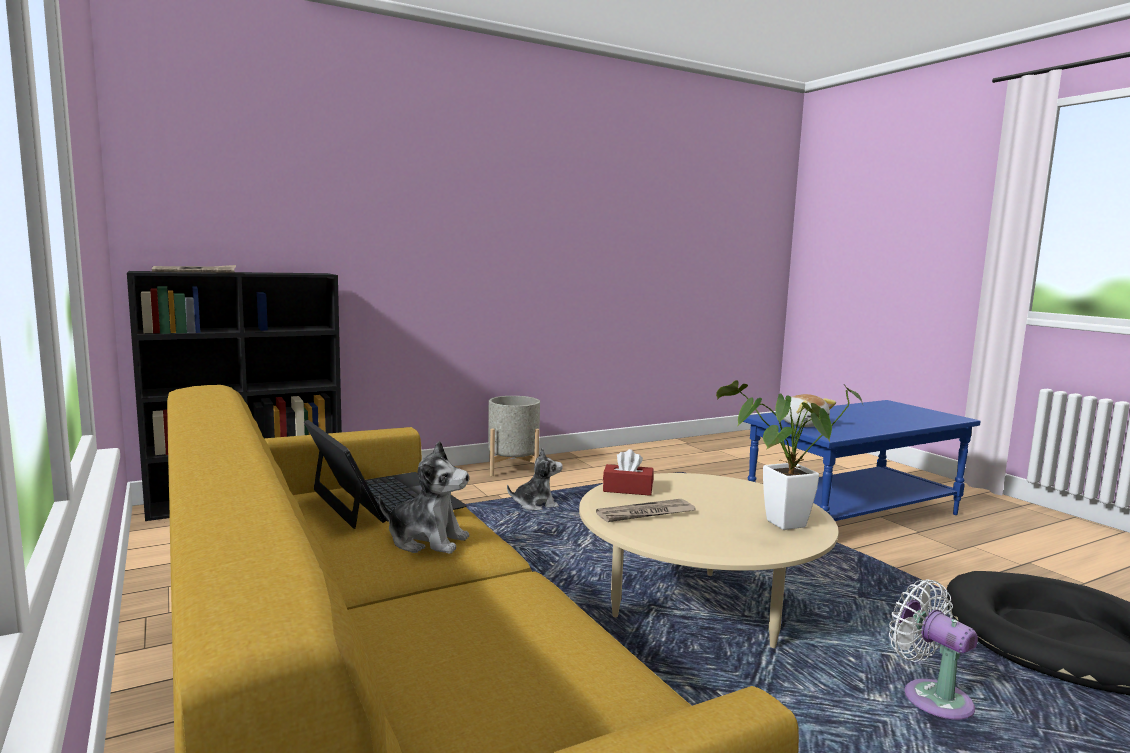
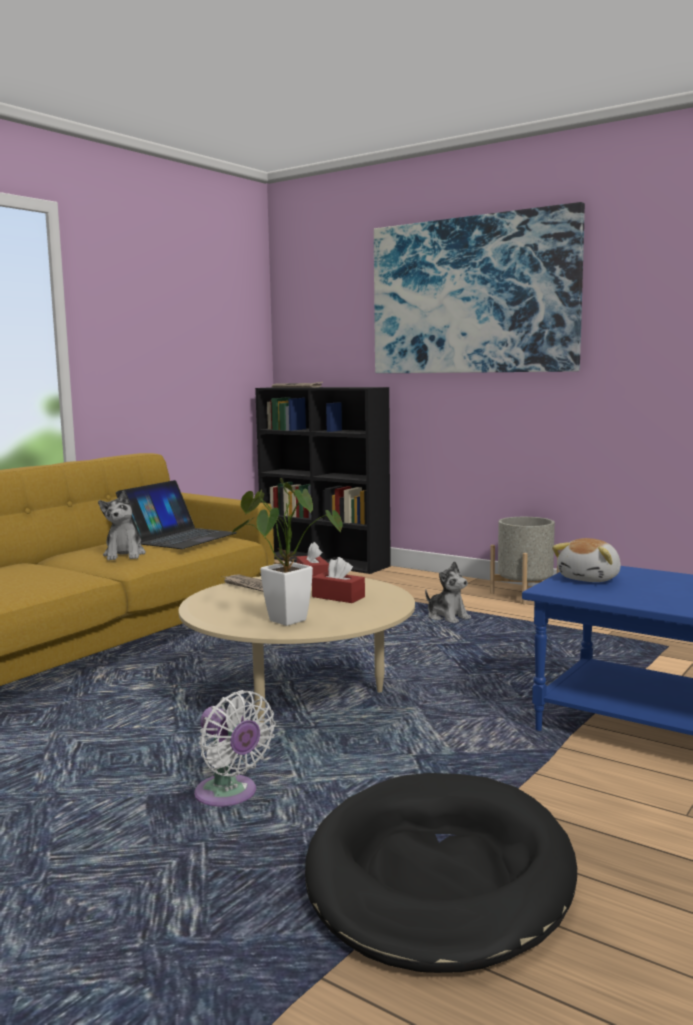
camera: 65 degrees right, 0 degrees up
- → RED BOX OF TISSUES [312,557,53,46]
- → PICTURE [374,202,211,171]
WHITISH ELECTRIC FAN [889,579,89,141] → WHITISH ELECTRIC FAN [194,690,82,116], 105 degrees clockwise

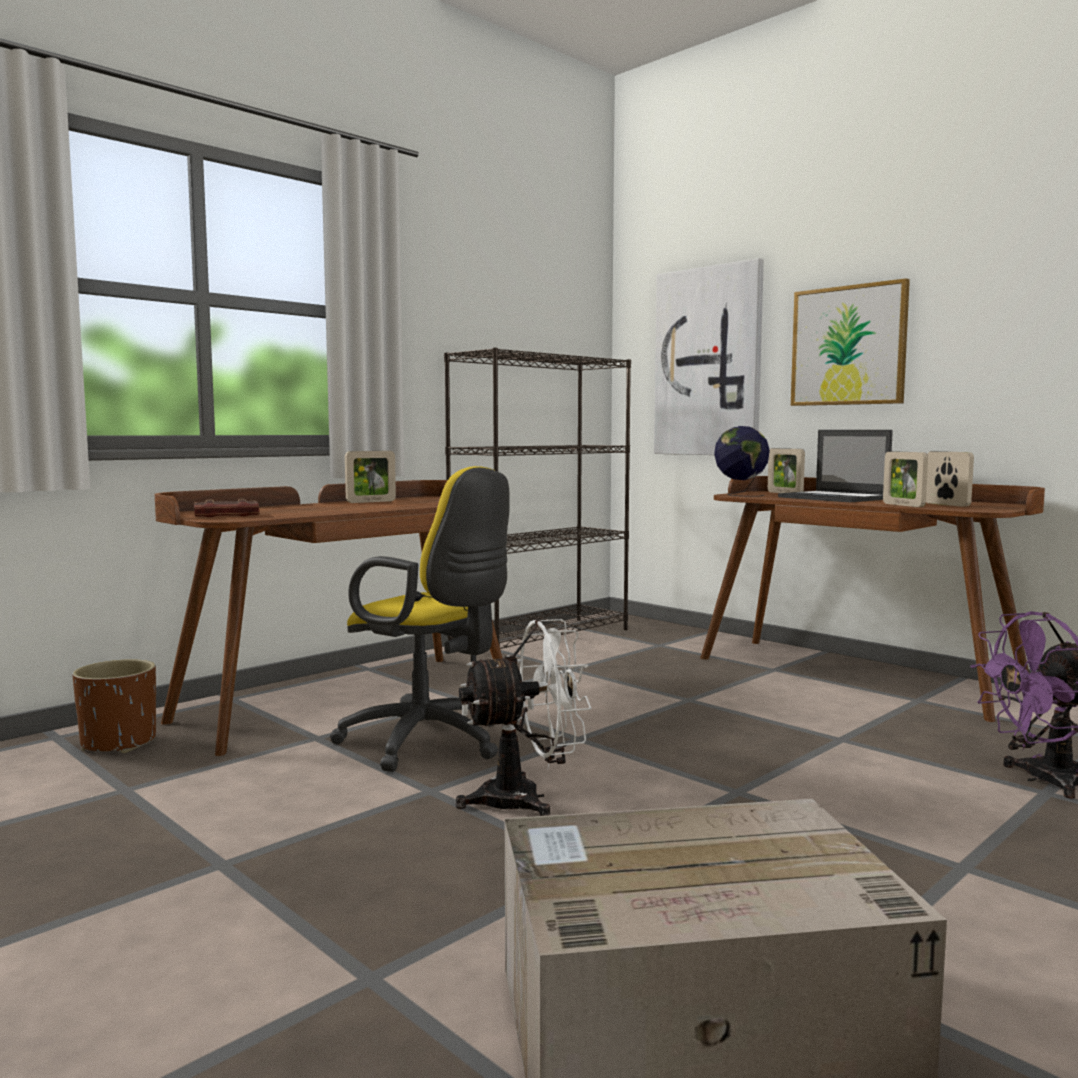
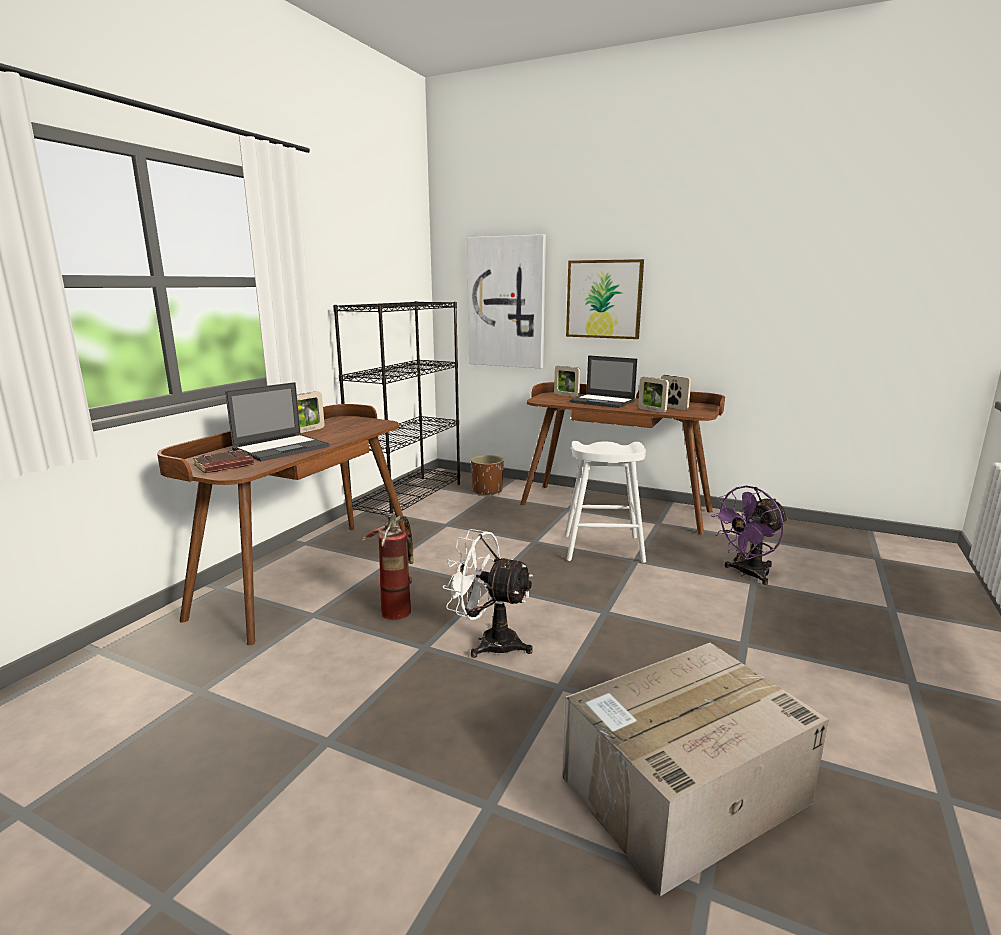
camera: 20 degrees left, 10 degrees up
WORLD GLOBE [714,426,56,71] → -
- → PORTABLE COMPUTER [225,382,105,80]
- → WHITISH STOOL SEAT [564,441,82,122]
BROWN PLANTER [72,659,84,94] → BROWN PLANTER [471,455,33,41], move
YELLOW-COLOURED DESK CHAIR [330,466,180,306] → EXTINGUISHER [362,513,52,107]
WHITISH ELECTRIC FAN [456,619,135,197] → WHITISH ELECTRIC FAN [443,529,90,129], 120 degrees counterclockwise

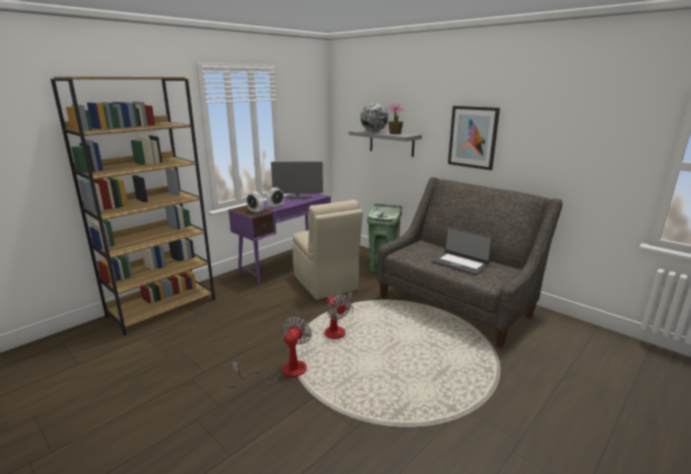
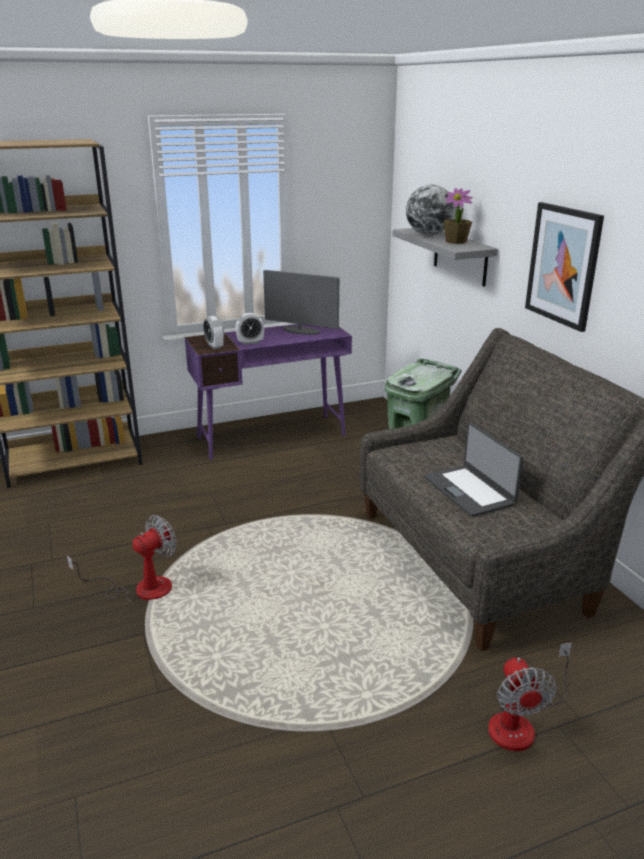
camera: 25 degrees right, 5 degrees up
BEIGE-COLOURED UPRIGHT CHAIR [292,200,71,100] → -
ELECTRIC FAN [324,292,29,47] → ELECTRIC FAN [488,643,84,108], move

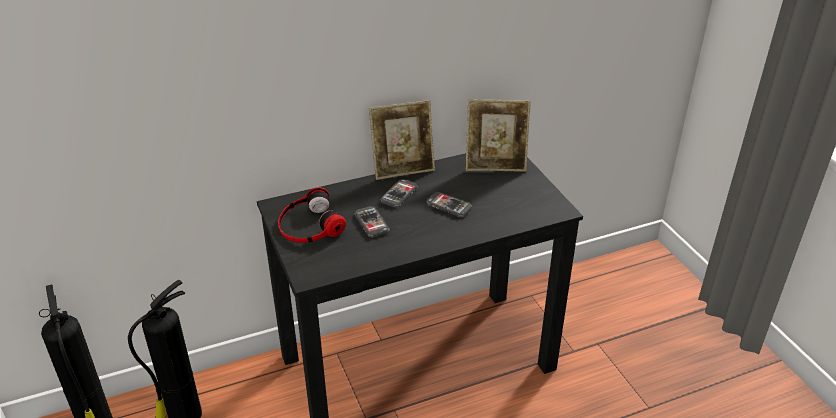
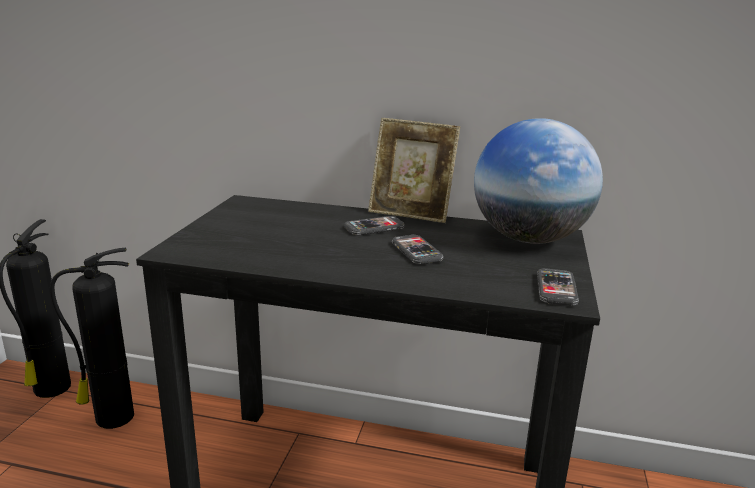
camera: 35 degrees right, 15 degrees down
PAIR OF HEADPHONES [278,187,68,56] → -
PHONE [354,206,36,31] → PHONE [537,268,42,38], move
PICTURE FRAME [466,99,65,73] → WORLD GLOBE [474,118,129,126]

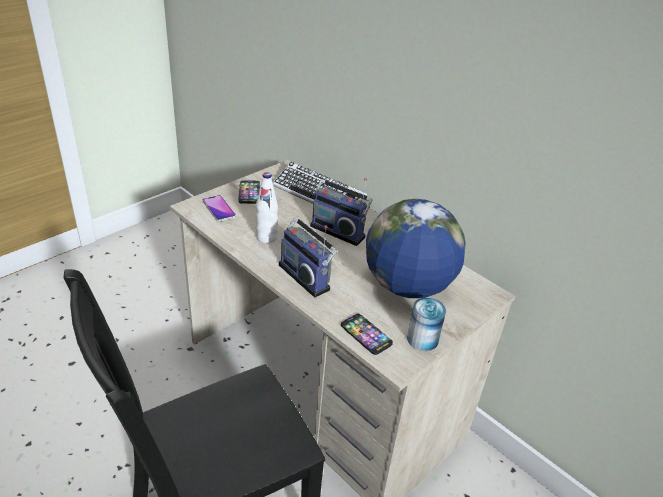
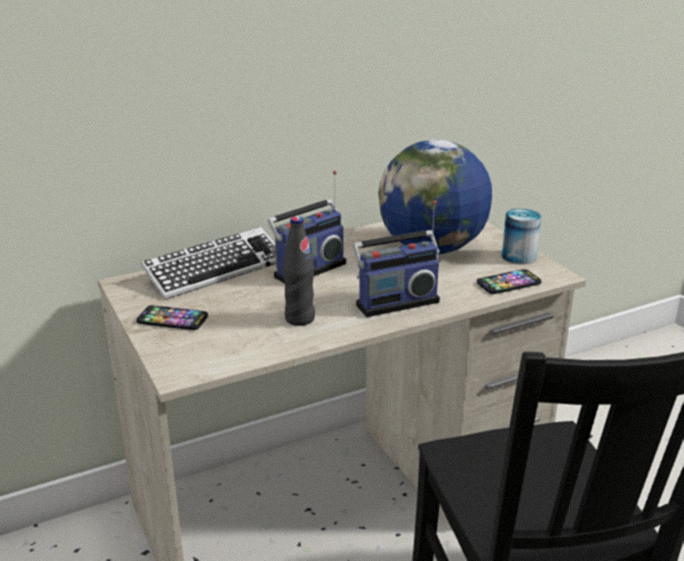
camera: 70 degrees left, 10 degrees down
PHONE [203,195,33,26] → -
WHITISH BOTTLE [256,172,22,71] → BLACKISH BOTTLE [283,216,32,110]

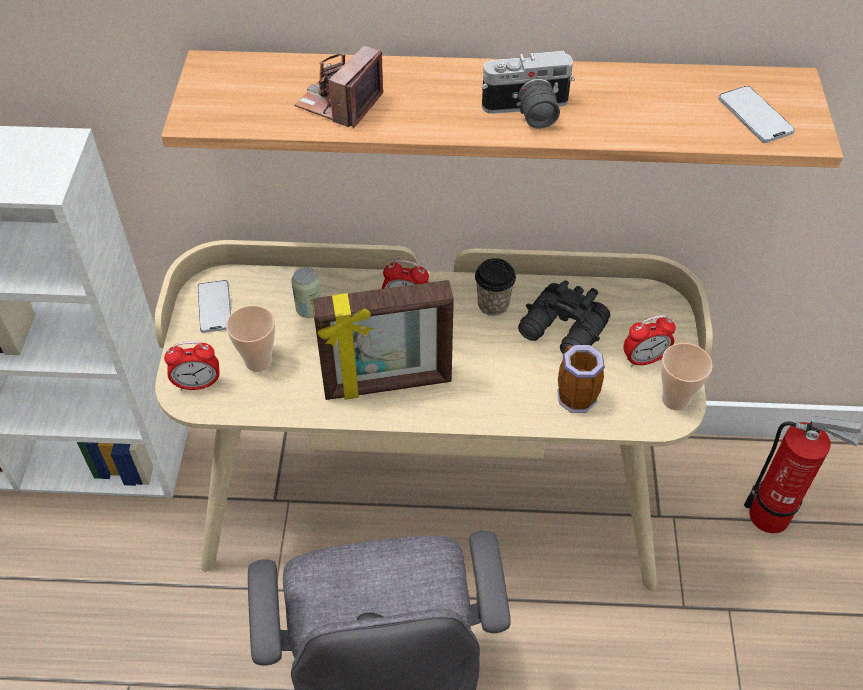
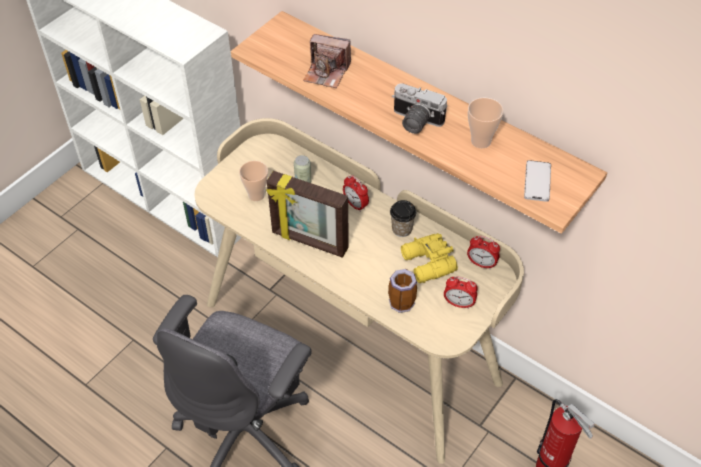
camera: 35 degrees right, 0 degrees up
PHONE [198,280,33,53] → -
TABLE CLOCK [164,341,55,50] → TABLE CLOCK [467,236,33,34], move
CUP [661,343,52,67] → CUP [468,98,35,50], move
BLACKISH FIELD GLASSES [518,280,92,74] → YELLOW-COLOURED FIELD GLASSES [401,233,57,50]
PHOTO CAMERA [294,45,90,83] → PHOTO CAMERA [303,34,48,54], 135 degrees counterclockwise

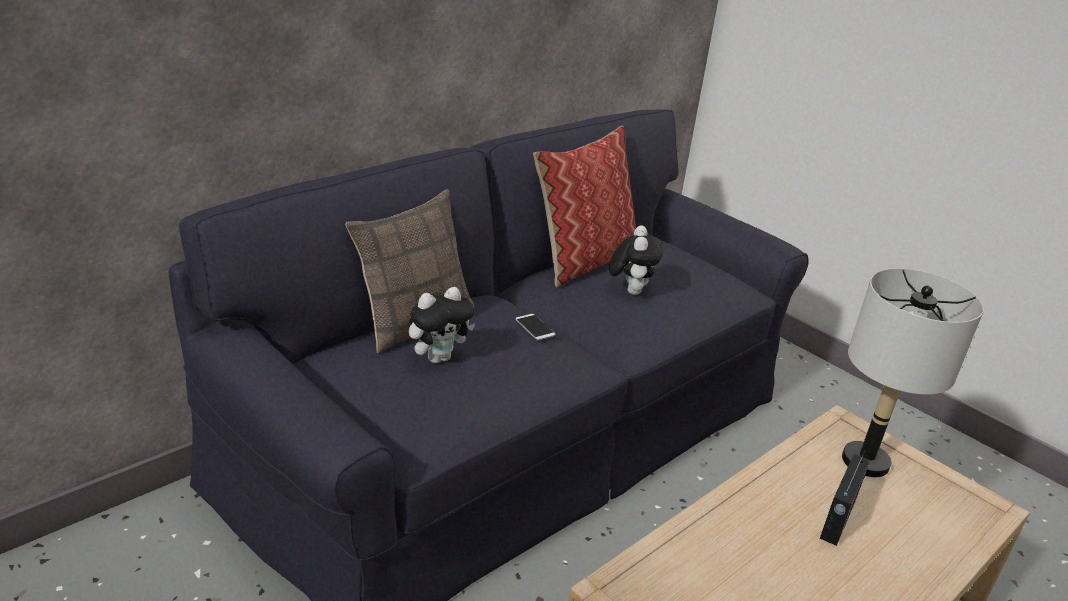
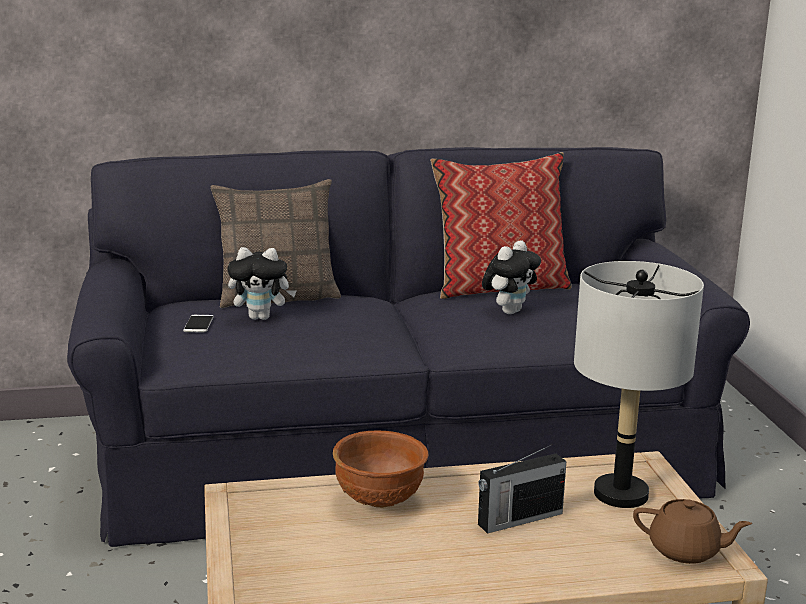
camera: 35 degrees right, 10 degrees down
- → BROWN DEEP DISH [333,431,95,77]
- → BROWN TEAPOT [633,499,119,65]
PHONE [515,314,40,26] → PHONE [183,315,31,18], move

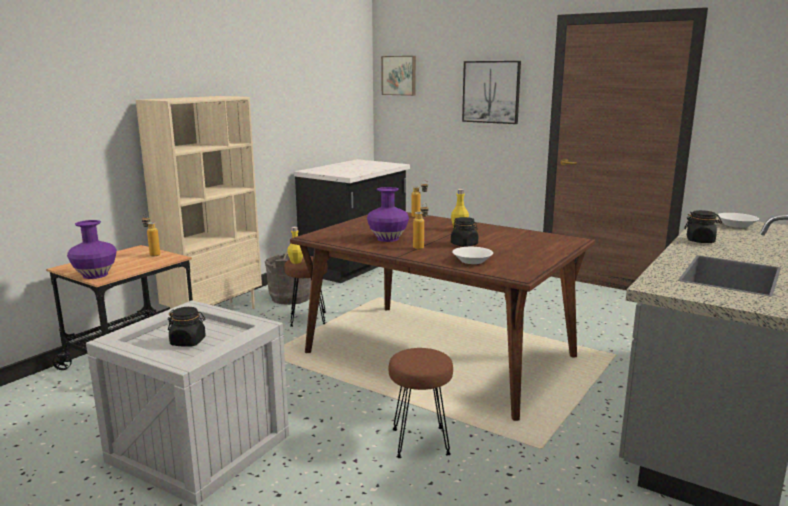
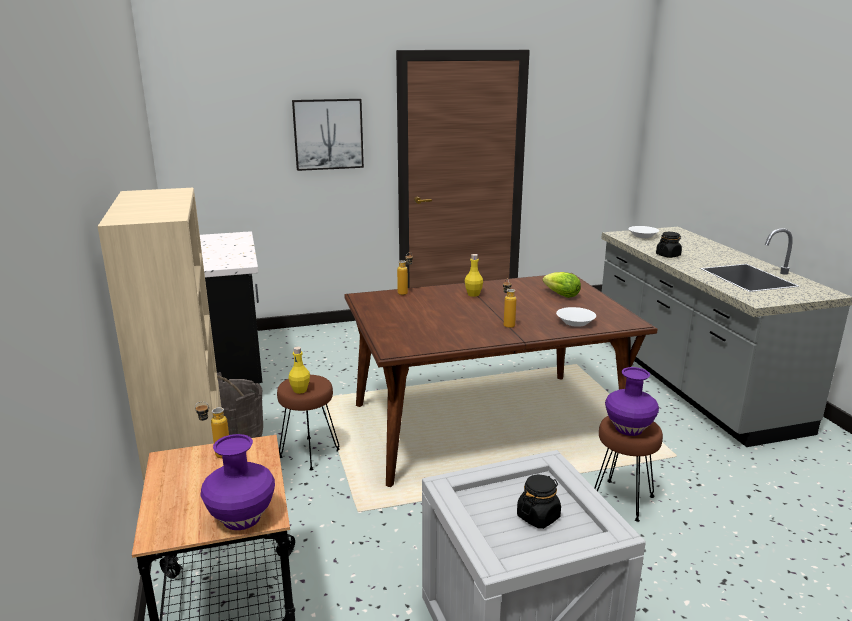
camera: 50 degrees left, 5 degrees up
PICTURE [381,56,35,40] → -
BLACKISH JAR [451,217,27,30] → -
- → LETTUCE HEAD [543,272,38,26]
PURPLE-COLOURED FLOWER VASE [367,187,42,55] → PURPLE-COLOURED FLOWER VASE [605,367,54,69], move

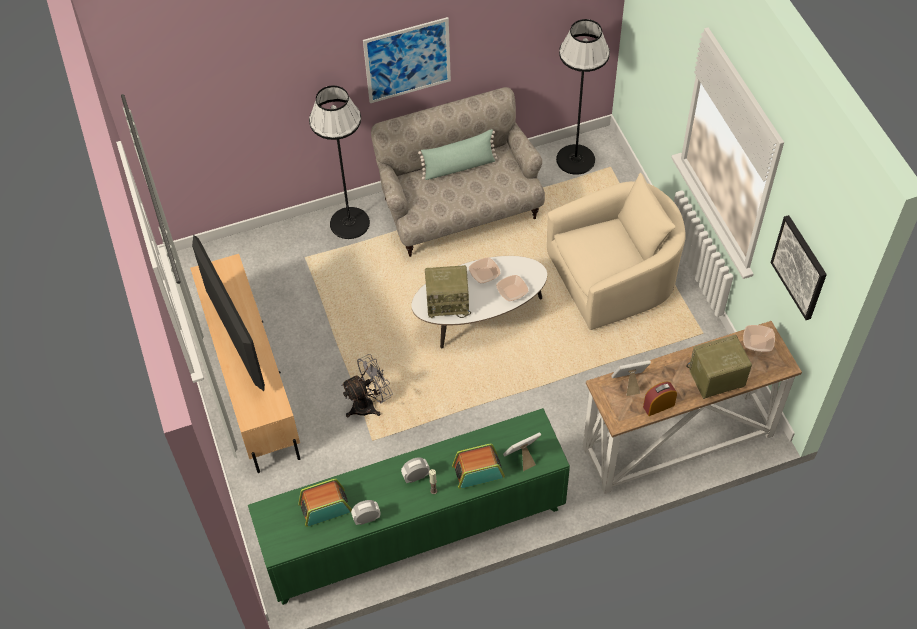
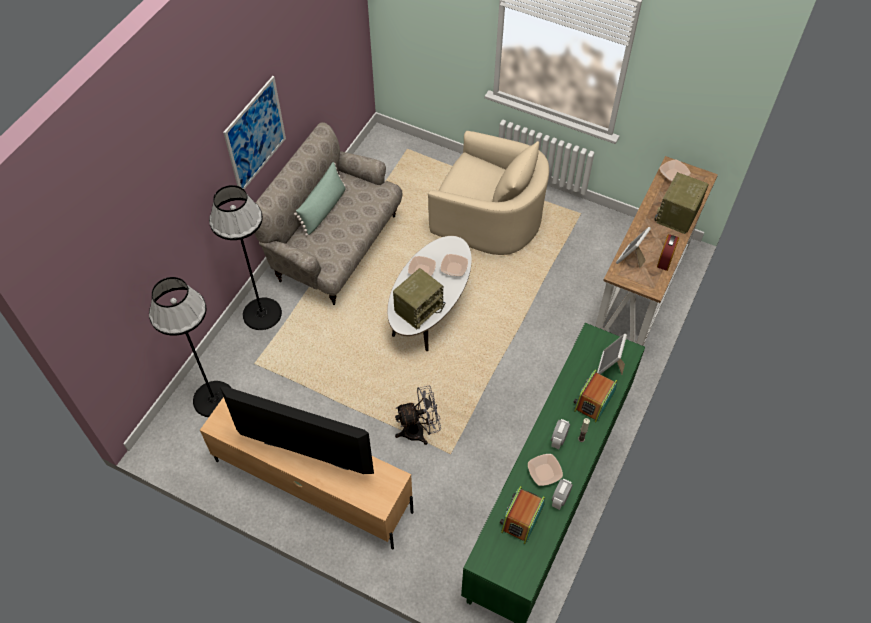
camera: 45 degrees left, 0 degrees up
PICTURE [771,215,56,105] → -
- → DEEP DISH [528,454,35,32]
BLACKISH STANDING LAMP [556,19,54,156] → BLACKISH STANDING LAMP [149,277,82,140], move
GRAY ELECTRIC FAN [341,354,52,63] → GRAY ELECTRIC FAN [395,386,46,59], 60 degrees clockwise
BEIGE-COLOURED ARMCHAIR [547,173,139,157] → BEIGE-COLOURED ARMCHAIR [428,131,121,124], 90 degrees clockwise

